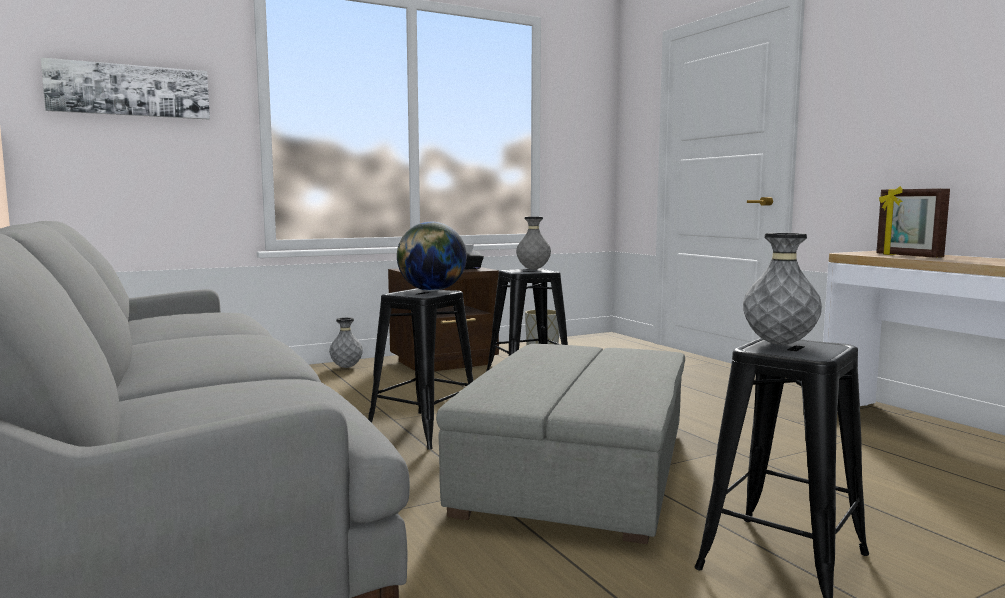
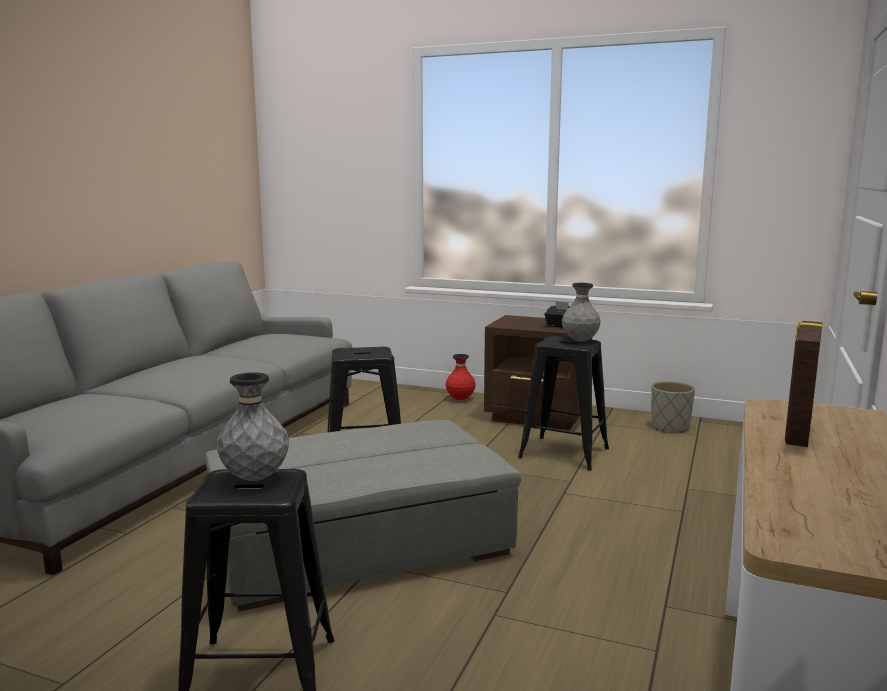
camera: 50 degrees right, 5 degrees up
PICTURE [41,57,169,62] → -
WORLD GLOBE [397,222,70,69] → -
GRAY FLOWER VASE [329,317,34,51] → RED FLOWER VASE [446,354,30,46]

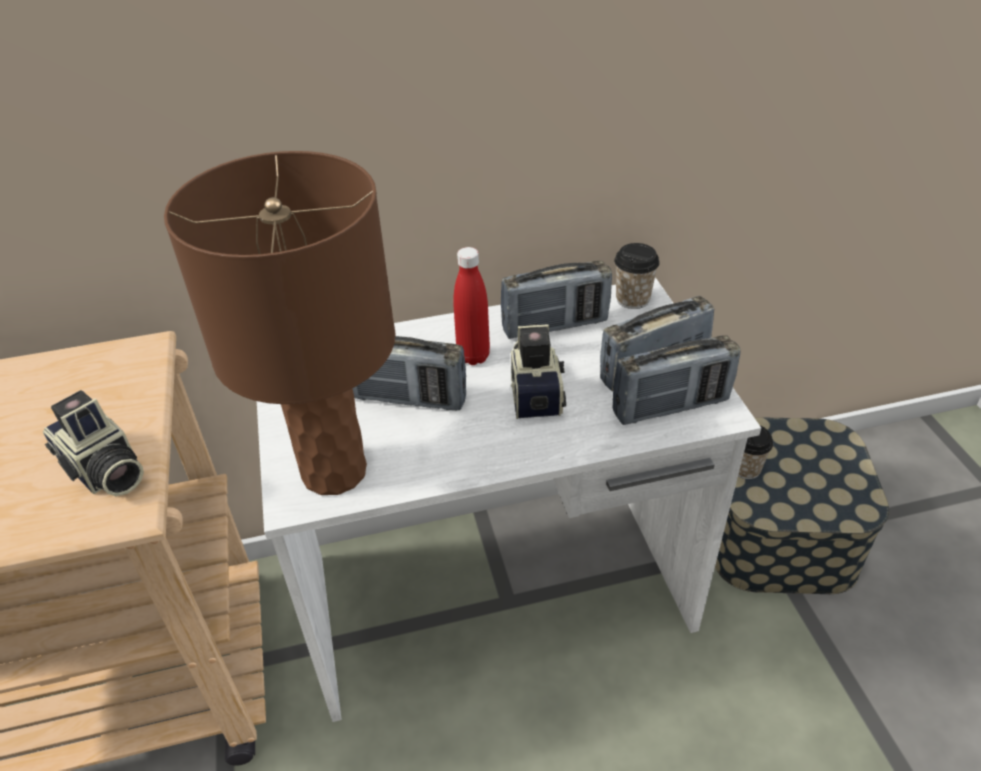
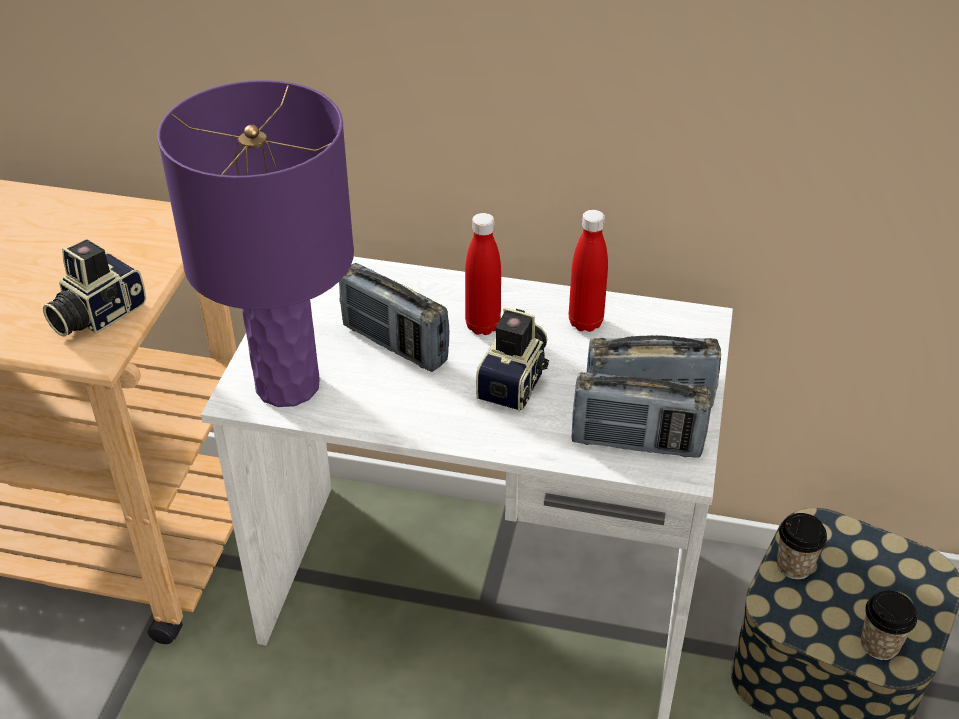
camera: 25 degrees right, 0 degrees up
CUP [614,243,46,66] → CUP [861,591,56,69], move
RADIO [501,261,111,78] → RED BOTTLE [569,210,39,122]
BROWN TABLE LAMP [164,151,232,344] → PURPLE-COLOURED TABLE LAMP [157,80,197,327]
PHOTO CAMERA [43,390,101,106] → PHOTO CAMERA [43,239,103,97], 60 degrees clockwise

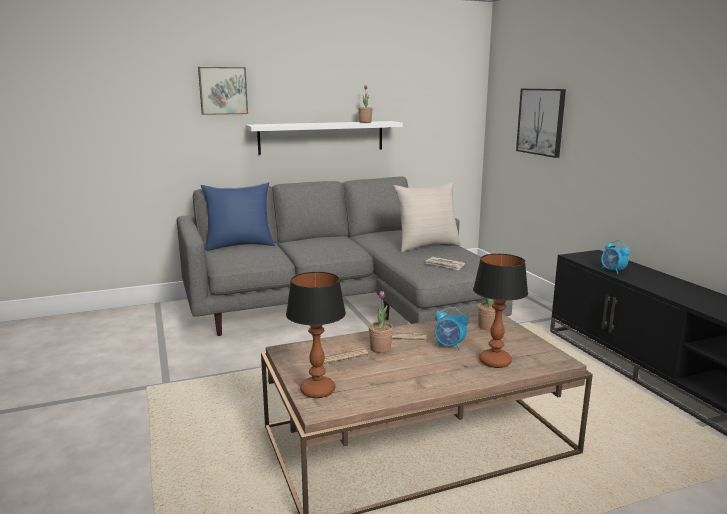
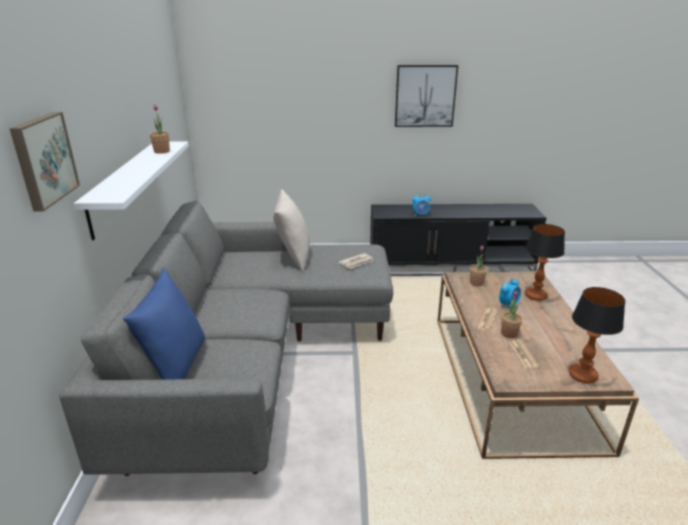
camera: 70 degrees left, 10 degrees up
PICTURE [516,89,50,69] → PICTURE [395,65,63,62], move

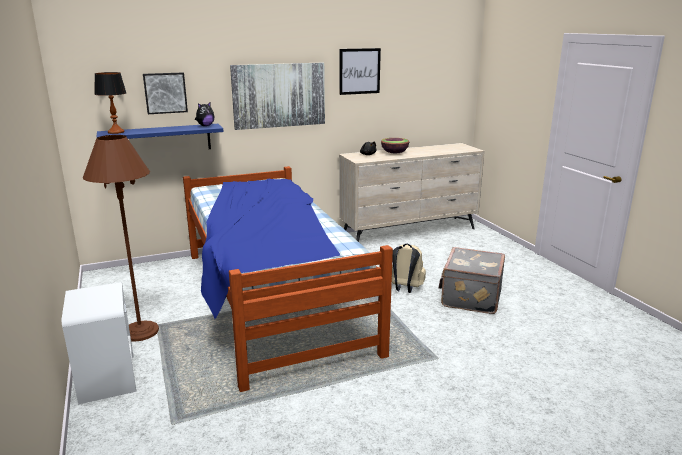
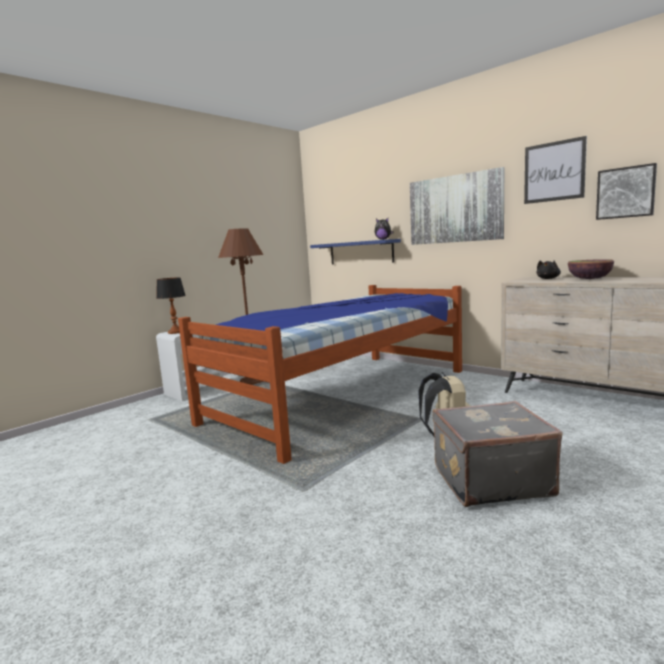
camera: 65 degrees right, 10 degrees down
TABLE LAMP [94,72,32,62] → TABLE LAMP [156,277,30,57], move
PICTURE [143,73,45,41] → PICTURE [596,163,61,57], move

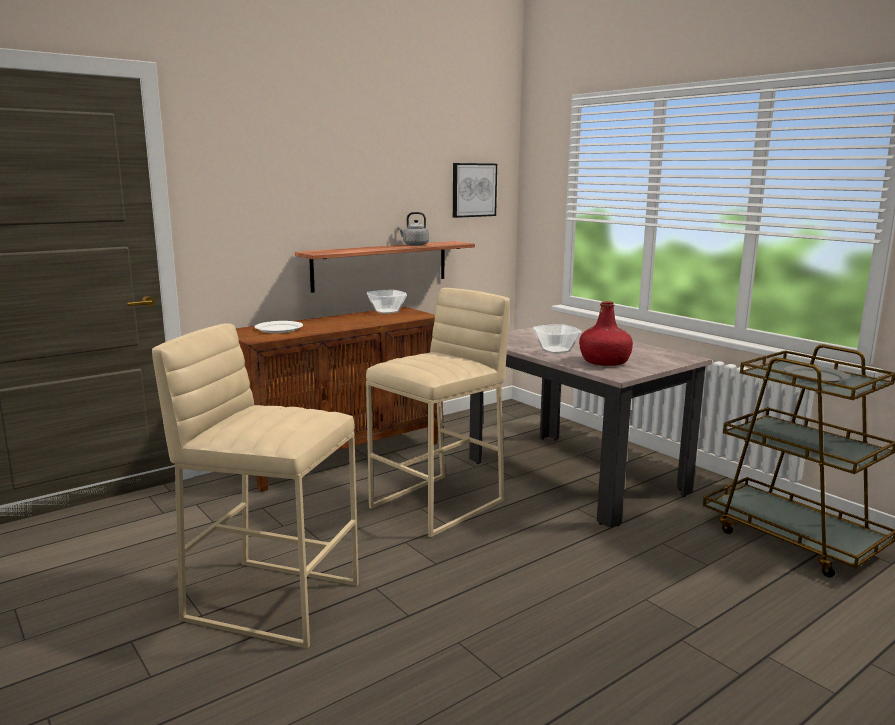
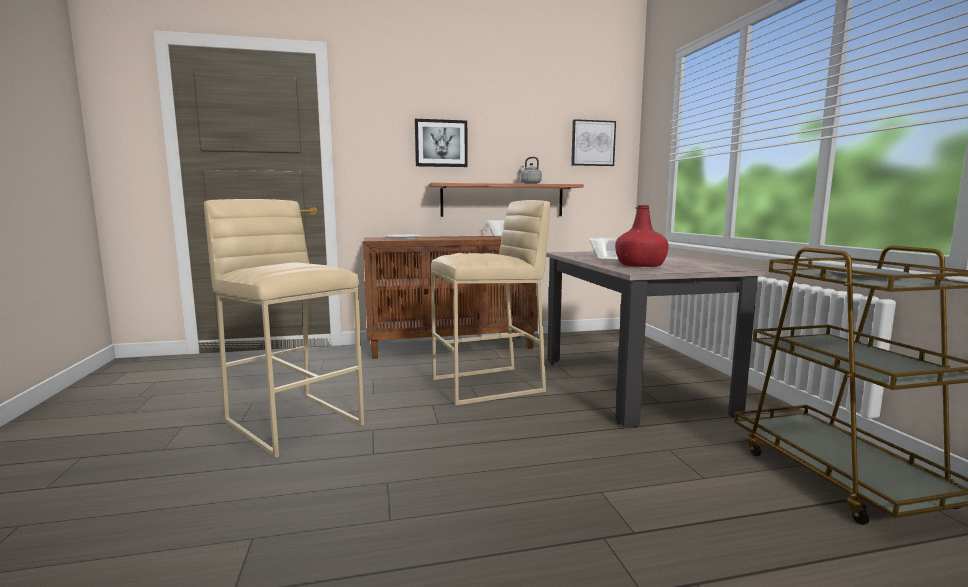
camera: 25 degrees right, 5 degrees down
- → PICTURE [415,119,53,48]

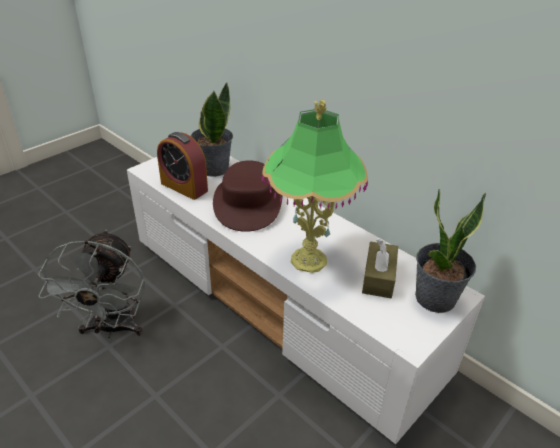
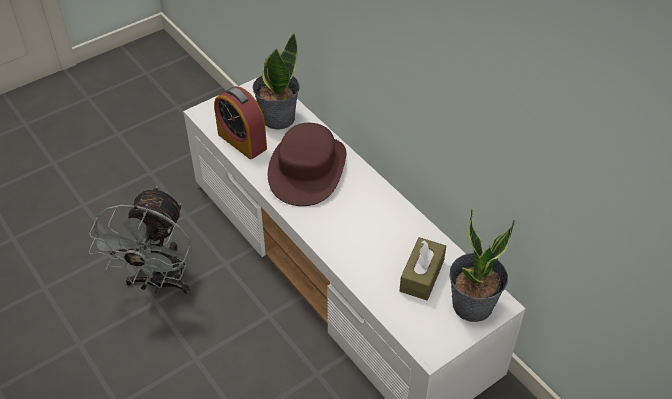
camera: 10 degrees right, 10 degrees up
TABLE LAMP [261,100,107,173] → -

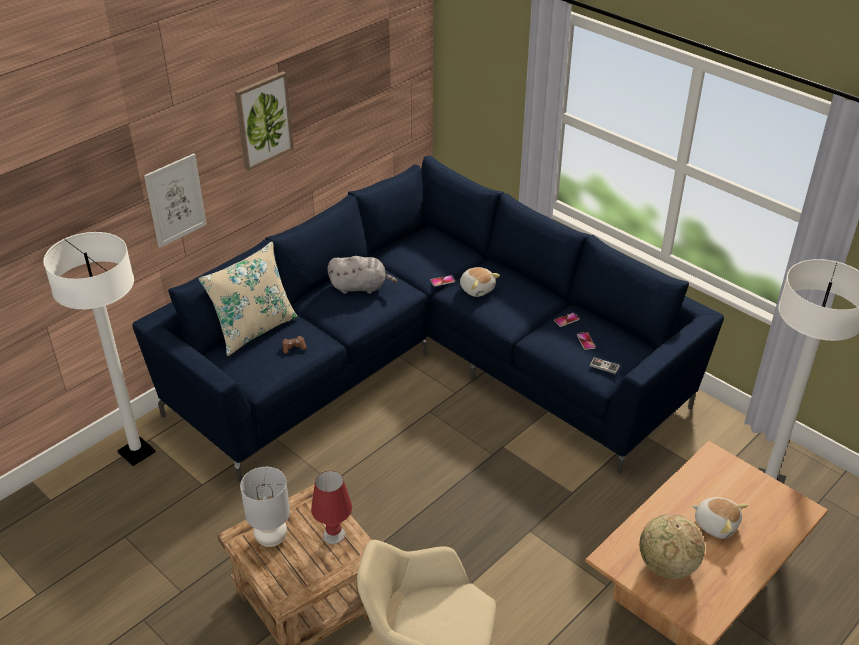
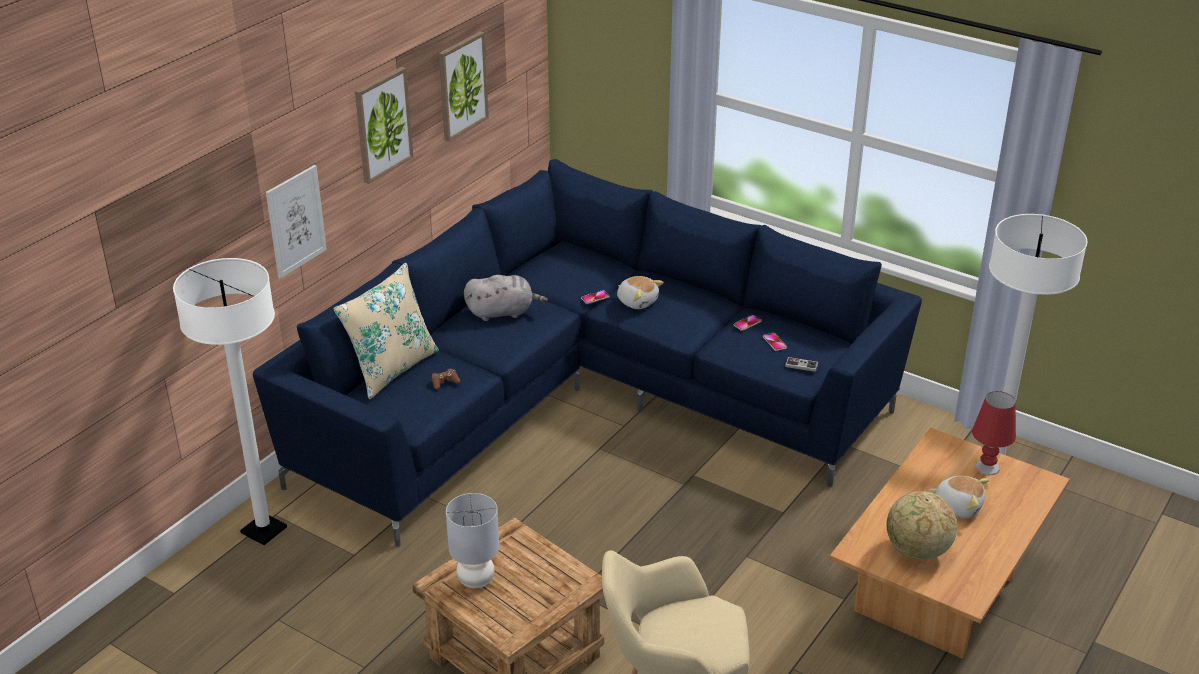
camera: 10 degrees left, 5 degrees down
- → PICTURE [439,31,50,111]
RED TABLE LAMP [311,471,41,73] → RED TABLE LAMP [972,391,44,84], move

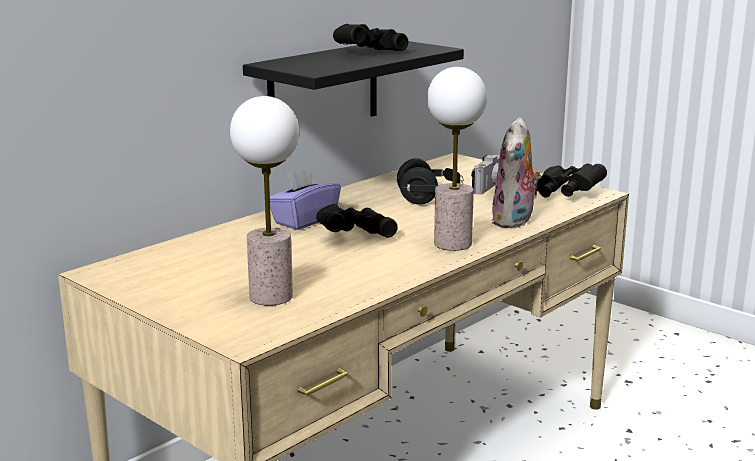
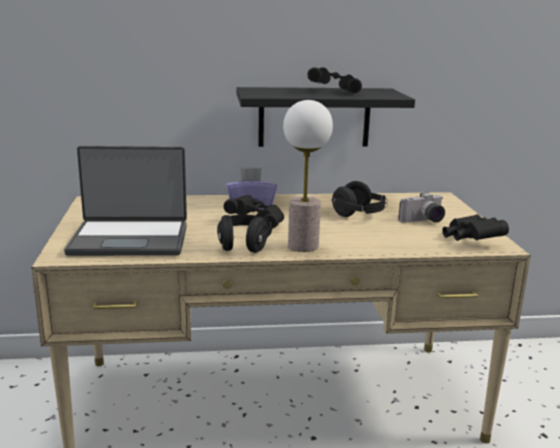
camera: 40 degrees right, 0 degrees up
CUDDLY TOY [492,117,50,112] → -
- → BLACKISH PAIR OF HEADPHONES [217,215,55,38]
TABLE LAMP [230,96,69,210] → PORTABLE COMPUTER [64,146,123,110]

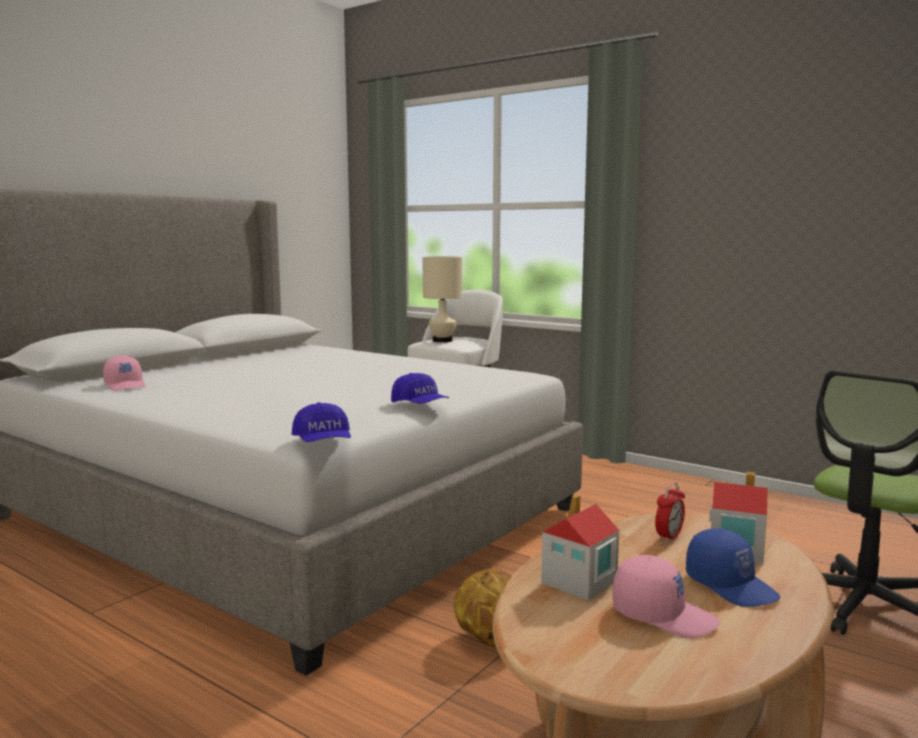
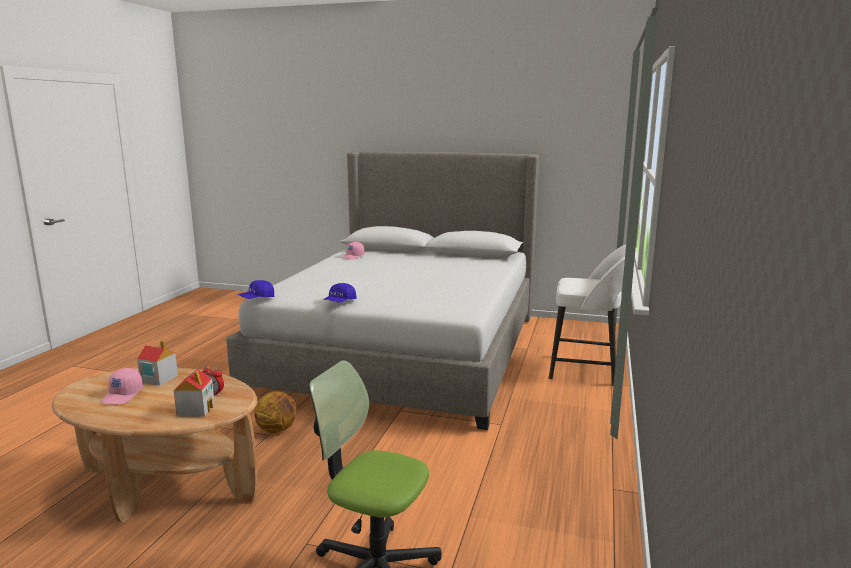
camera: 70 degrees right, 5 degrees up
BEIGE-COLOURED TABLE LAMP [422,256,40,86] → -
BLUISH PEAKED CAP [686,528,94,79] → -

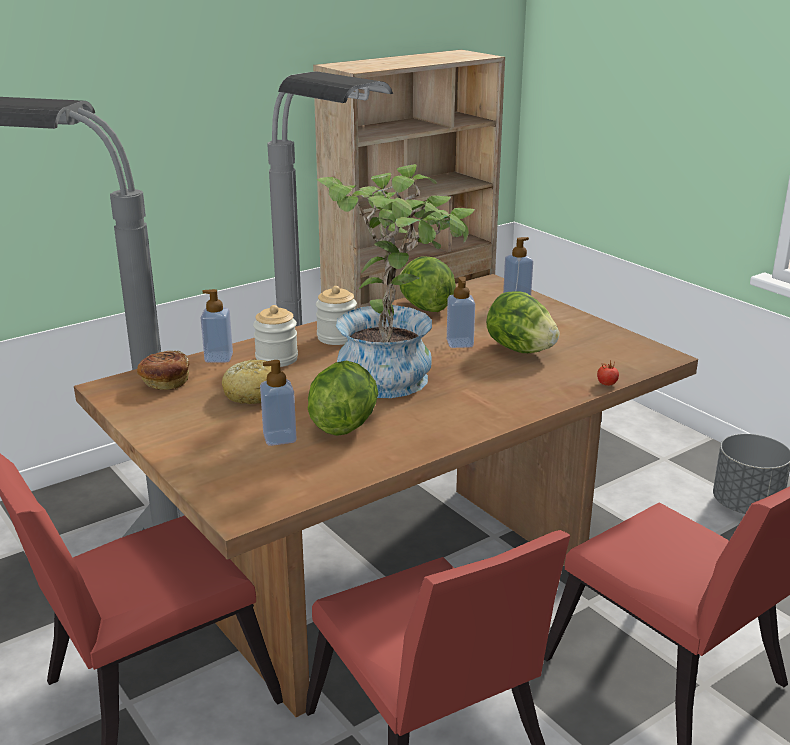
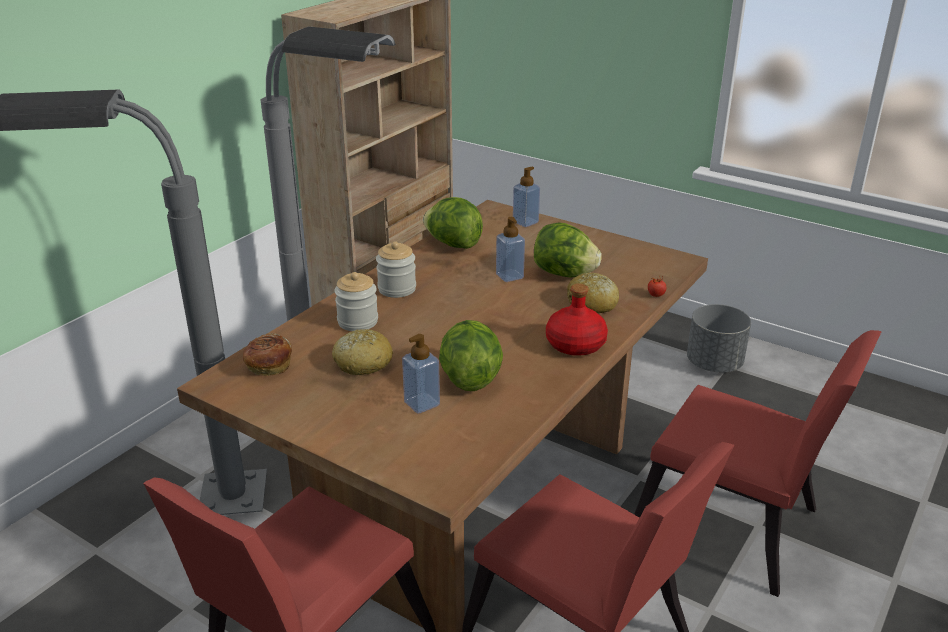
camera: 20 degrees left, 5 degrees up
SOAP DISPENSER [201,289,32,74] → -
PLANT IN A POT [317,164,158,234] → -
- → RED BOTTLE [546,284,62,72]
- → BAKERY BREAD [567,272,52,41]

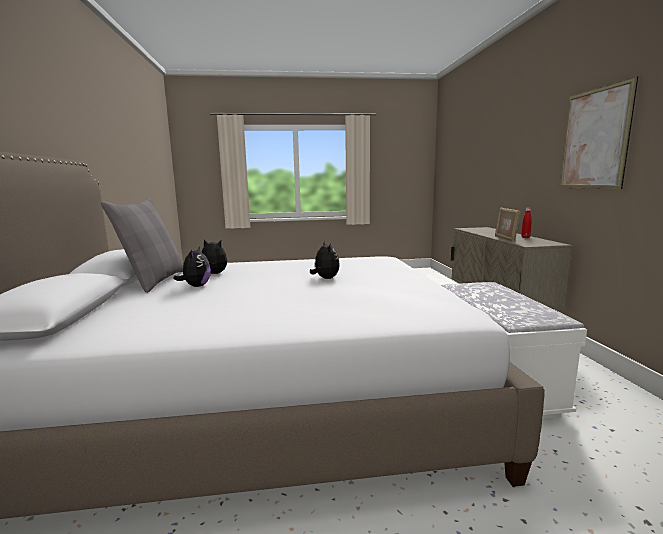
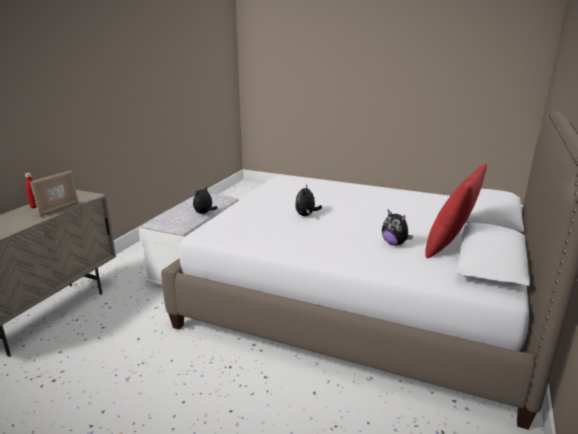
camera: 150 degrees left, 10 degrees up
PICTURE [559,76,79,113] → -
CUDDLY TOY [173,246,38,41] → CUDDLY TOY [193,186,24,28], move
GRAY THROW PILLOW [101,198,82,95] → RED THROW PILLOW [425,164,62,94]

